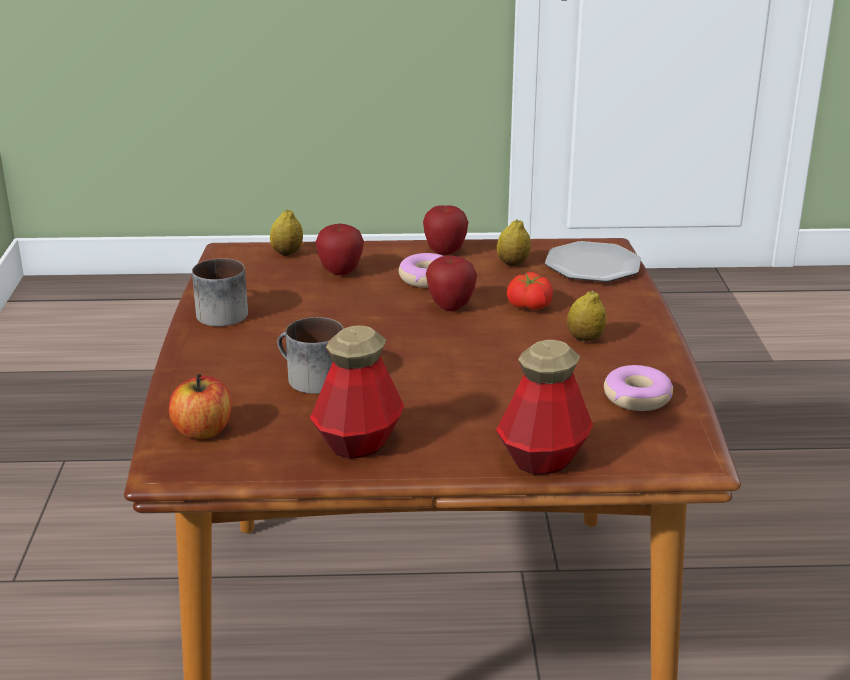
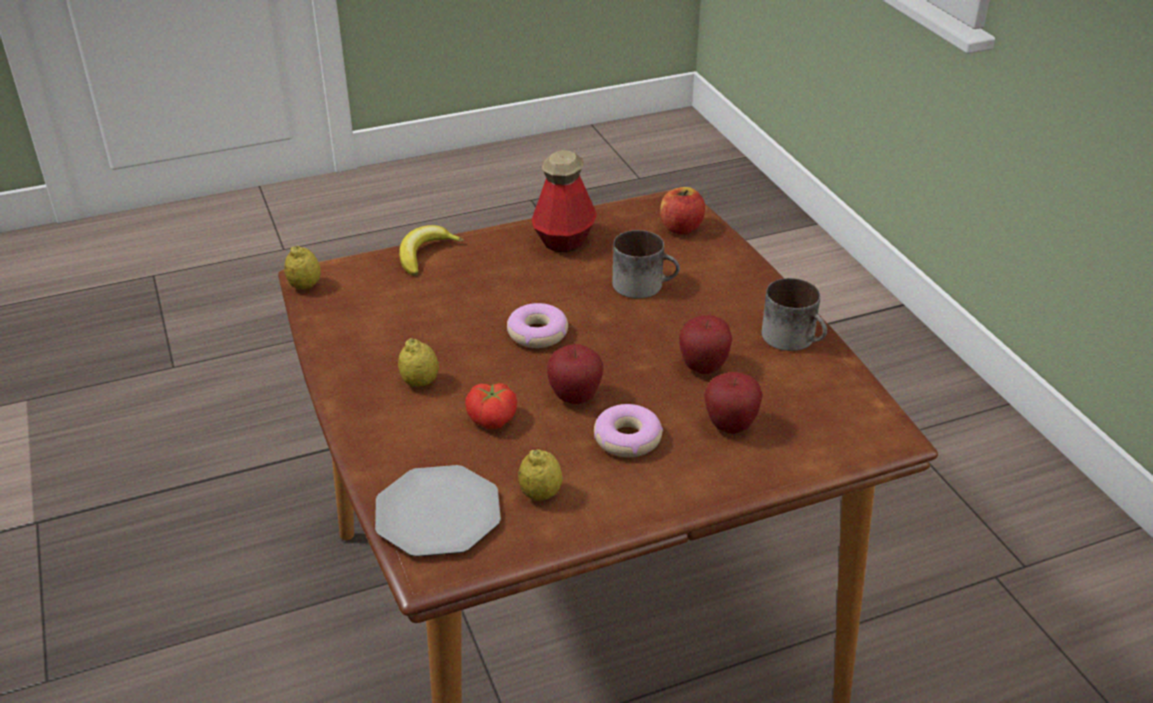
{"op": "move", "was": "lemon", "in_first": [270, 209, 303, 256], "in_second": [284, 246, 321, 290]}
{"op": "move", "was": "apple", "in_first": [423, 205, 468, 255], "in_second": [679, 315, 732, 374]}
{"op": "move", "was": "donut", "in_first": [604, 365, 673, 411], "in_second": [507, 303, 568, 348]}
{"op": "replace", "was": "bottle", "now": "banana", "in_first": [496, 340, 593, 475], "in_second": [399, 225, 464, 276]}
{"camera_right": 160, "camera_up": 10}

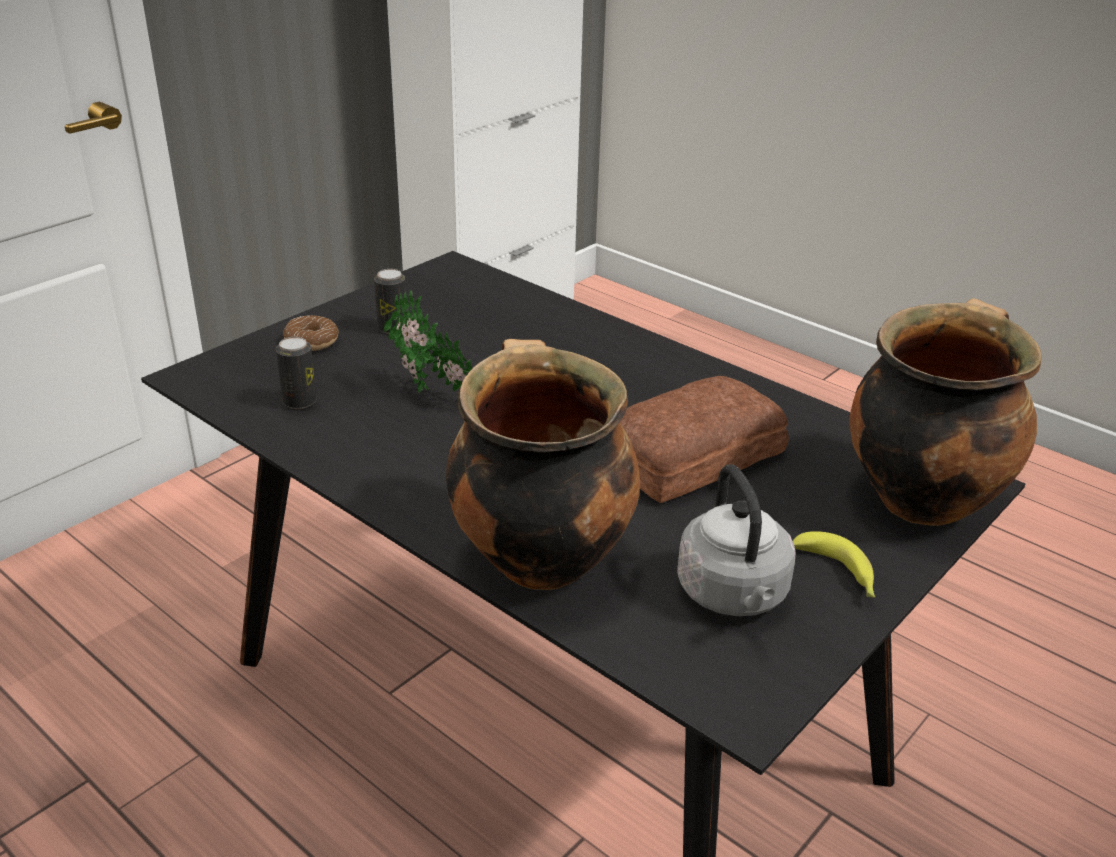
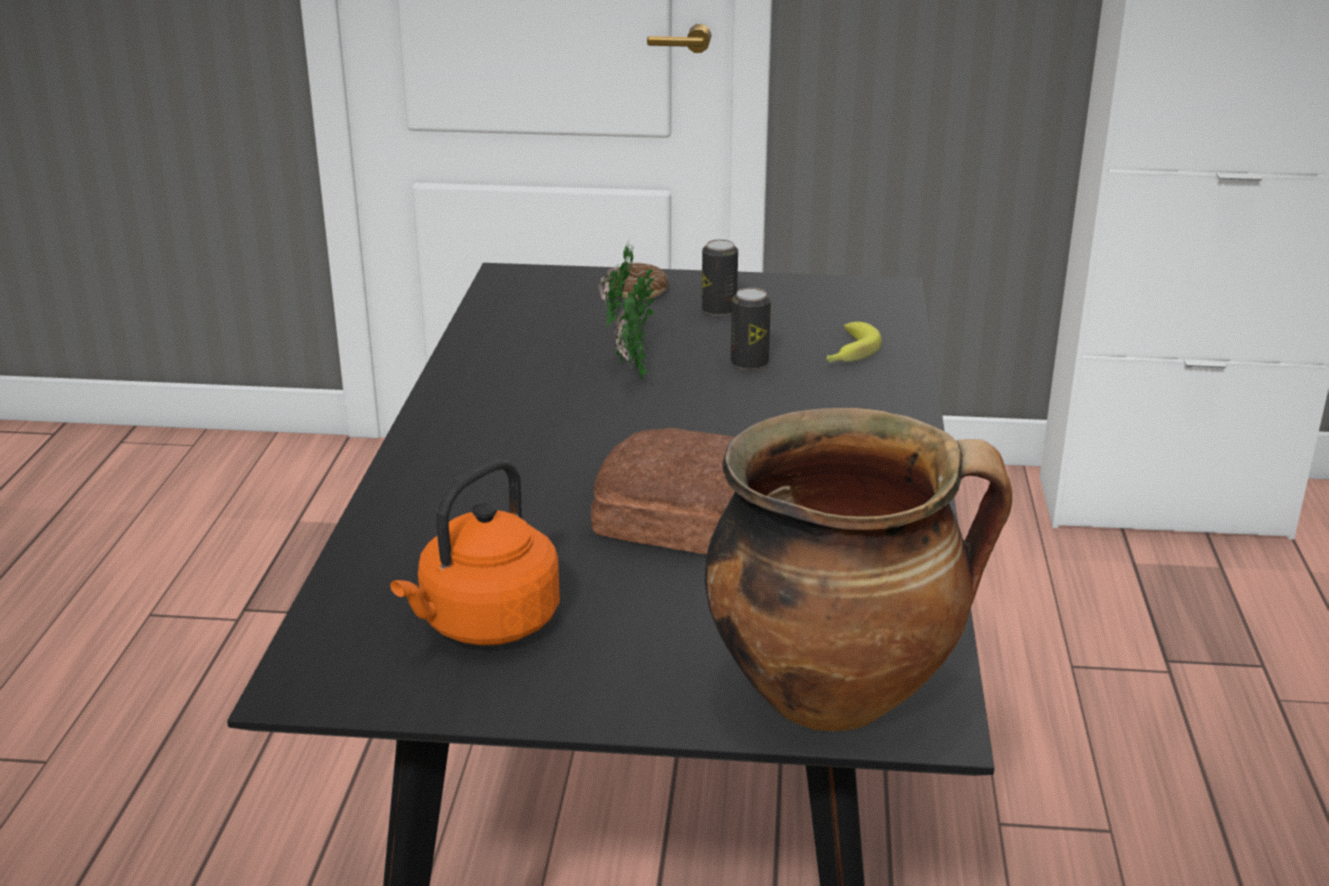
{"op": "delete", "was": "cooking pot", "in_first": [446, 339, 640, 590]}
{"op": "move", "was": "can", "in_first": [276, 337, 317, 409], "in_second": [731, 288, 771, 370]}
{"op": "move", "was": "banana", "in_first": [793, 531, 875, 598], "in_second": [826, 322, 882, 362]}
{"op": "recolor", "was": "kettle (grey)", "now": "kettle (orange)", "in_first": [677, 464, 796, 616], "in_second": [390, 459, 560, 646]}
{"camera_right": 55, "camera_up": -5}

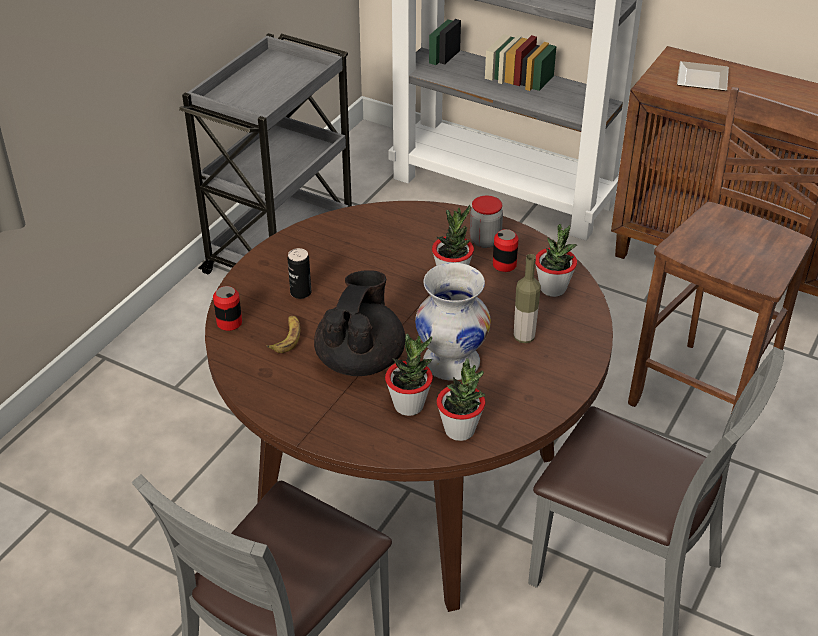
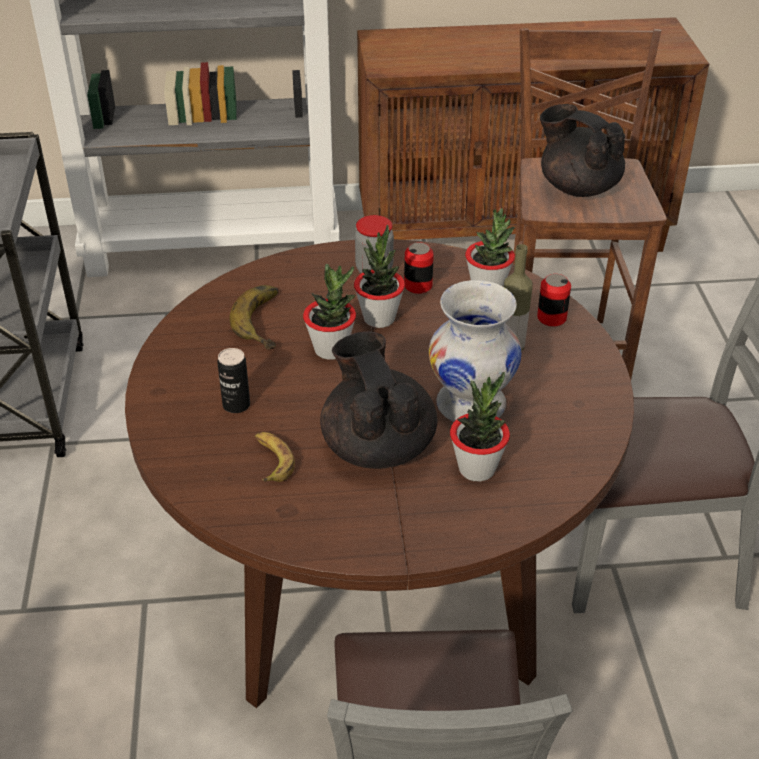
{"op": "delete", "was": "plate", "in_first": [677, 61, 729, 91]}
{"op": "insert", "now": "banana", "in_second": [229, 285, 278, 350]}
{"op": "insert", "now": "teapot (black)", "in_second": [540, 104, 625, 197]}
{"op": "move", "was": "can", "in_first": [213, 286, 242, 331], "in_second": [537, 274, 571, 327]}
{"op": "move", "was": "potted plant", "in_first": [437, 358, 486, 441], "in_second": [303, 264, 356, 360]}
{"camera_right": -35, "camera_up": 0}

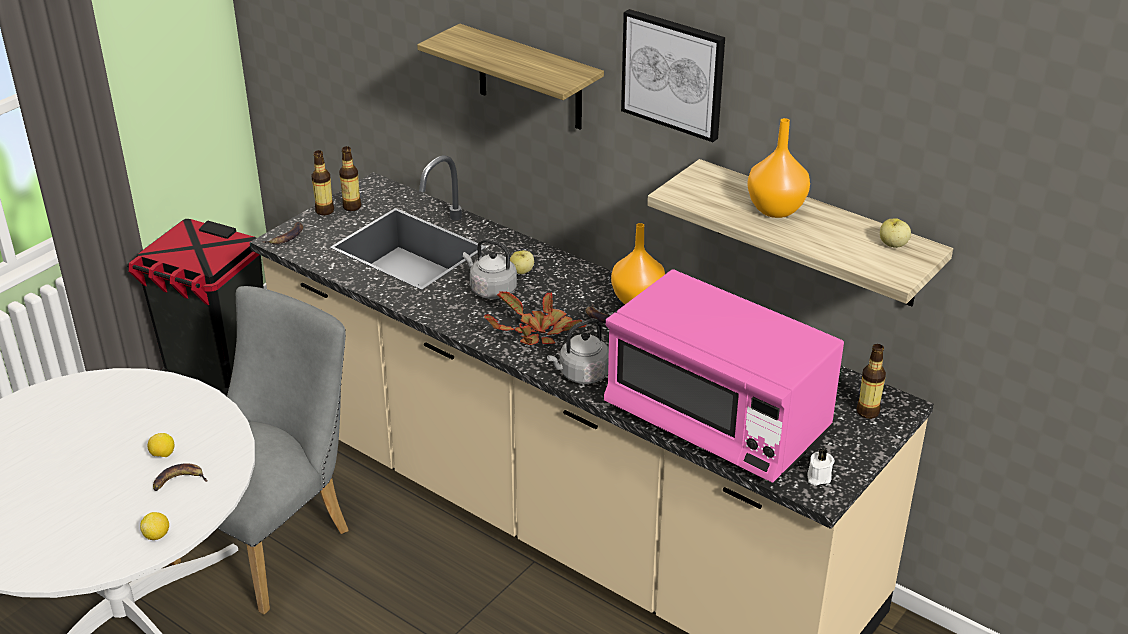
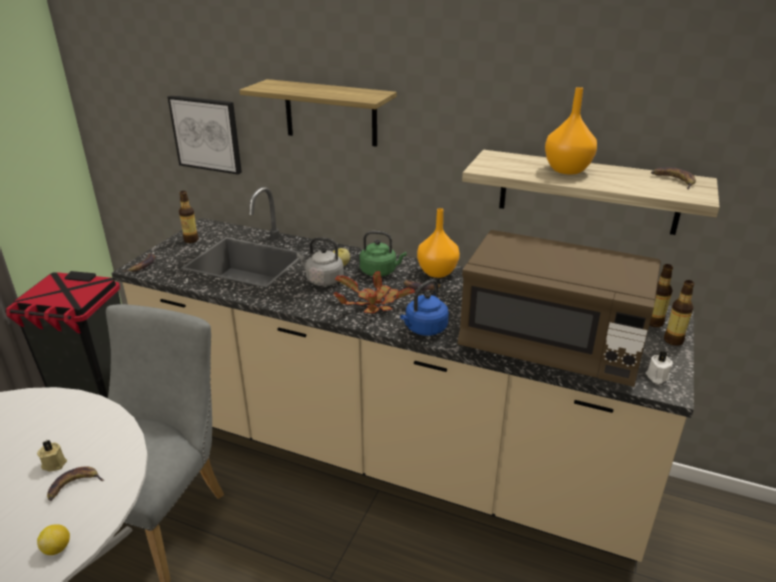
{"op": "insert", "now": "kettle (green)", "in_second": [360, 231, 407, 277]}
{"op": "move", "was": "bottle", "in_first": [312, 150, 334, 215], "in_second": [664, 280, 695, 346]}
{"op": "move", "was": "picture", "in_first": [621, 9, 725, 142], "in_second": [168, 95, 242, 175]}
{"op": "replace", "was": "lemon", "now": "candle (beige)", "in_first": [147, 433, 174, 457], "in_second": [37, 440, 67, 472]}
{"op": "replace", "was": "apple", "now": "banana", "in_first": [880, 218, 911, 248], "in_second": [651, 167, 696, 190]}
{"op": "recolor", "was": "kettle (grey)", "now": "kettle (blue)", "in_first": [547, 318, 609, 384], "in_second": [400, 279, 449, 336]}
{"op": "recolor", "was": "microwave (pink)", "now": "microwave (brown)", "in_first": [604, 269, 844, 483], "in_second": [458, 230, 661, 387]}
{"camera_right": -15, "camera_up": -5}

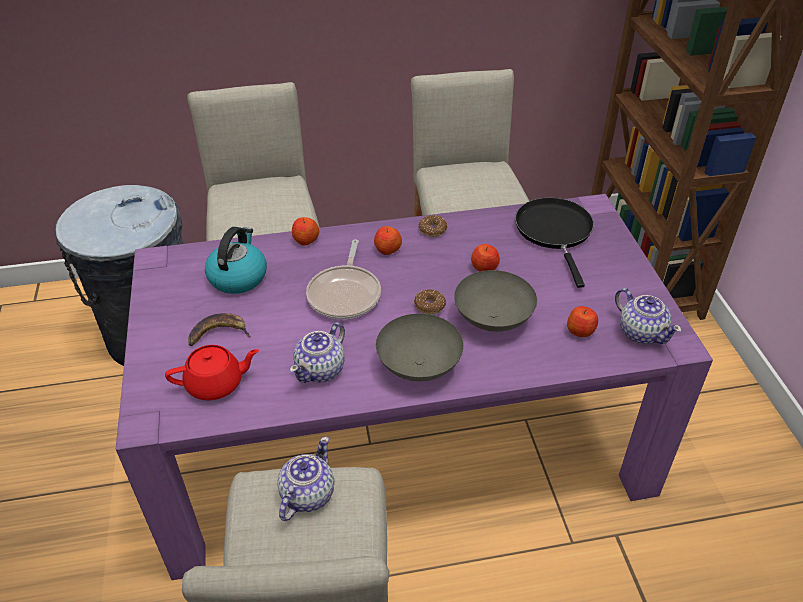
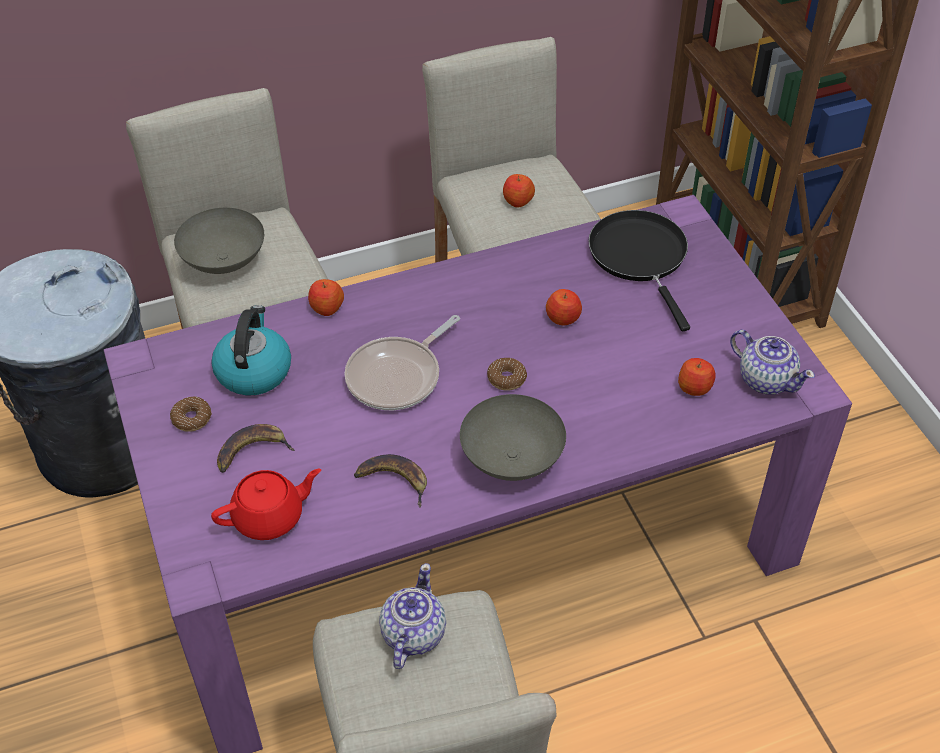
{"op": "move", "was": "apple", "in_first": [374, 226, 402, 255], "in_second": [503, 174, 535, 208]}
{"op": "move", "was": "donut", "in_first": [419, 215, 447, 237], "in_second": [170, 396, 212, 432]}
{"op": "move", "was": "bowl (grey)", "in_first": [454, 270, 537, 332], "in_second": [174, 207, 264, 274]}
{"op": "replace", "was": "teapot", "now": "banana", "in_first": [290, 322, 345, 383], "in_second": [354, 454, 427, 507]}
{"op": "rotate", "was": "frying pan", "in_first": [306, 239, 381, 319], "in_second": [344, 315, 460, 410], "clockwise": 45}
{"camera_right": -10, "camera_up": 5}

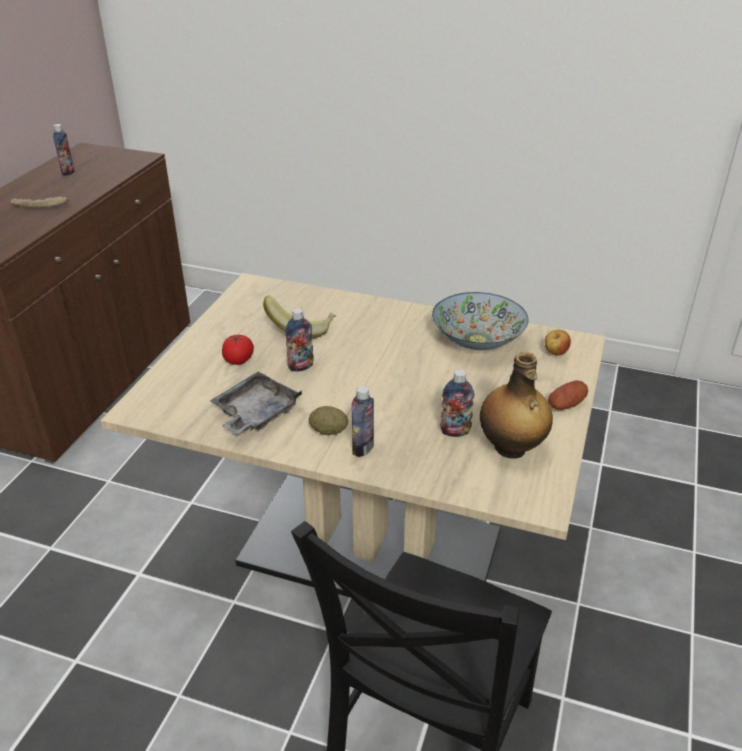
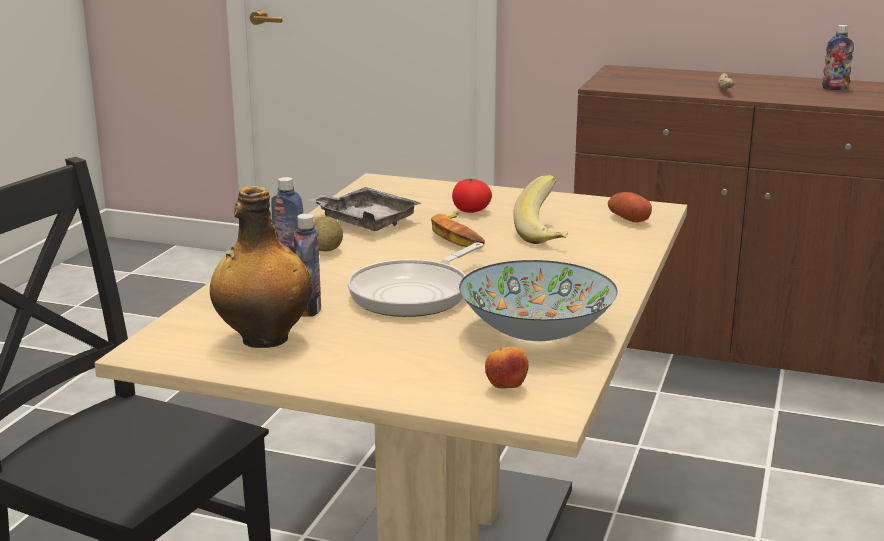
{"op": "insert", "now": "frying pan", "in_second": [347, 243, 484, 317]}
{"op": "move", "was": "potato", "in_first": [548, 380, 588, 410], "in_second": [608, 192, 652, 222]}
{"op": "replace", "was": "bottle", "now": "banana", "in_first": [285, 308, 314, 372], "in_second": [431, 212, 485, 247]}
{"camera_right": 90, "camera_up": -15}

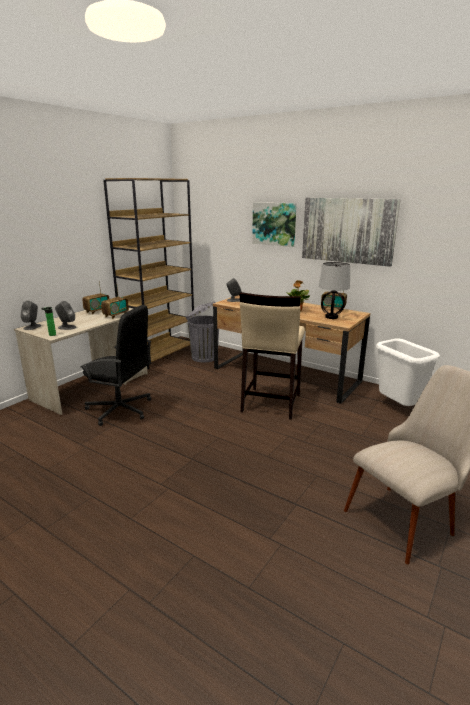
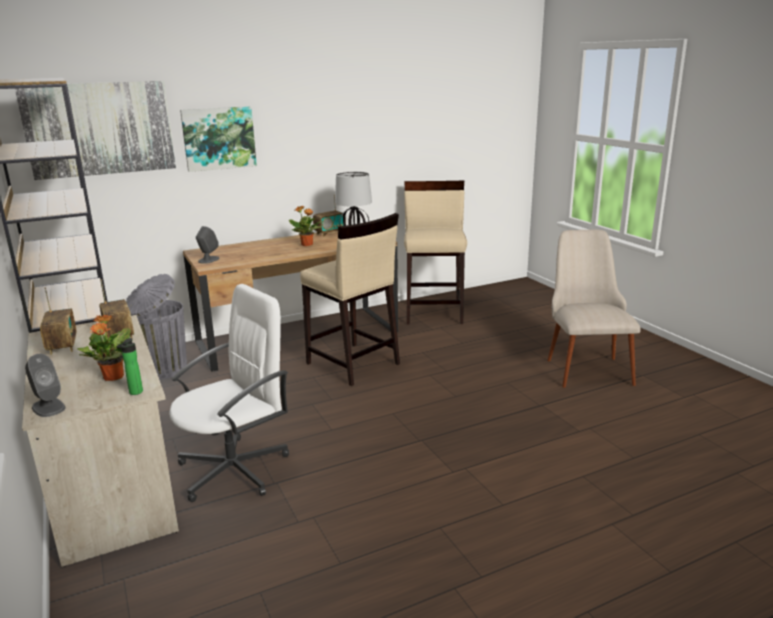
{"op": "move", "was": "picture", "in_first": [302, 198, 401, 267], "in_second": [15, 81, 176, 180]}
{"op": "replace", "was": "speaker (grey)", "now": "potted plant", "in_first": [55, 301, 76, 330], "in_second": [77, 315, 131, 381]}
{"op": "replace", "was": "trash can (white)", "now": "stool (beige)", "in_first": [376, 338, 440, 406], "in_second": [404, 181, 467, 324]}
{"op": "recolor", "was": "office chair (black)", "now": "office chair (white)", "in_first": [81, 305, 151, 426], "in_second": [169, 284, 289, 502]}
{"camera_right": -60, "camera_up": 0}

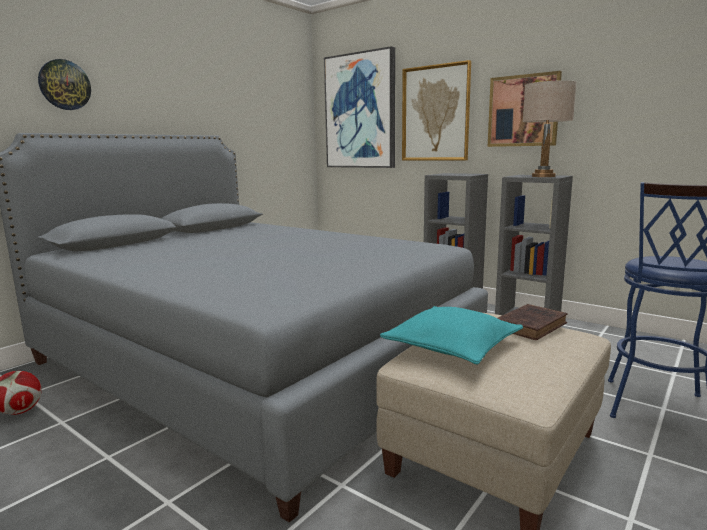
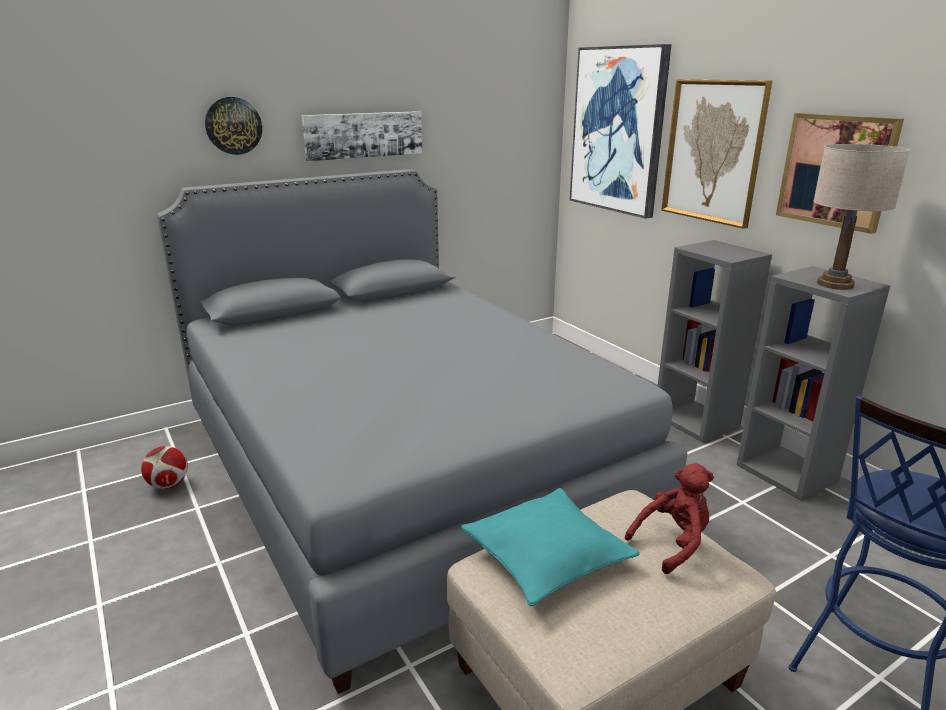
{"op": "insert", "now": "picture", "in_second": [302, 111, 422, 161]}
{"op": "replace", "was": "book (brown)", "now": "plush toy (red)", "in_first": [498, 304, 568, 340], "in_second": [625, 463, 714, 574]}
{"camera_right": 20, "camera_up": 10}

